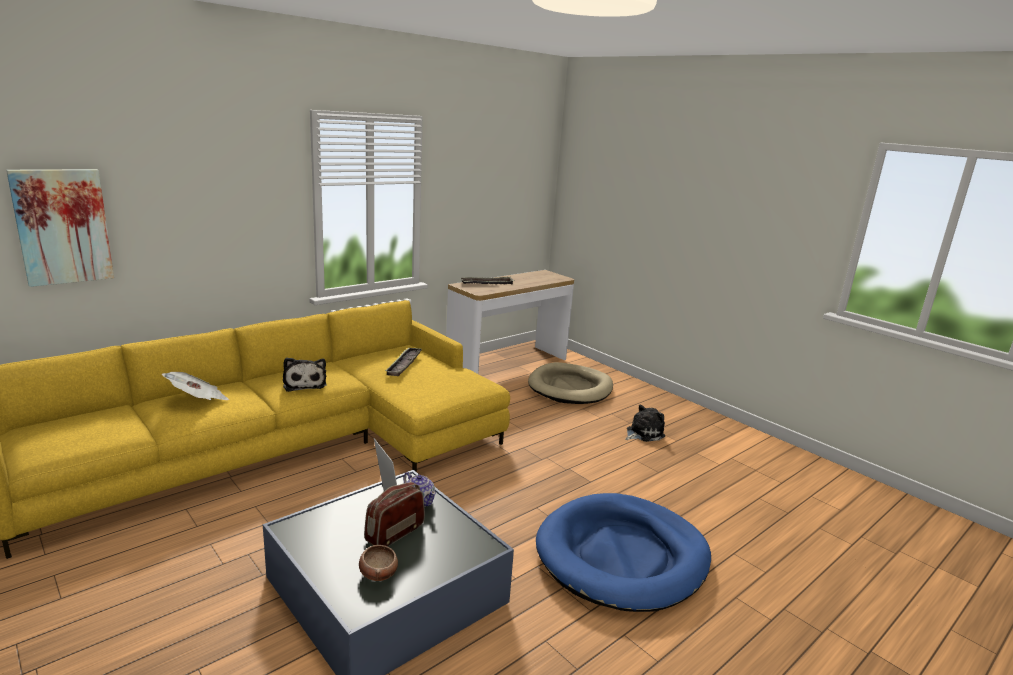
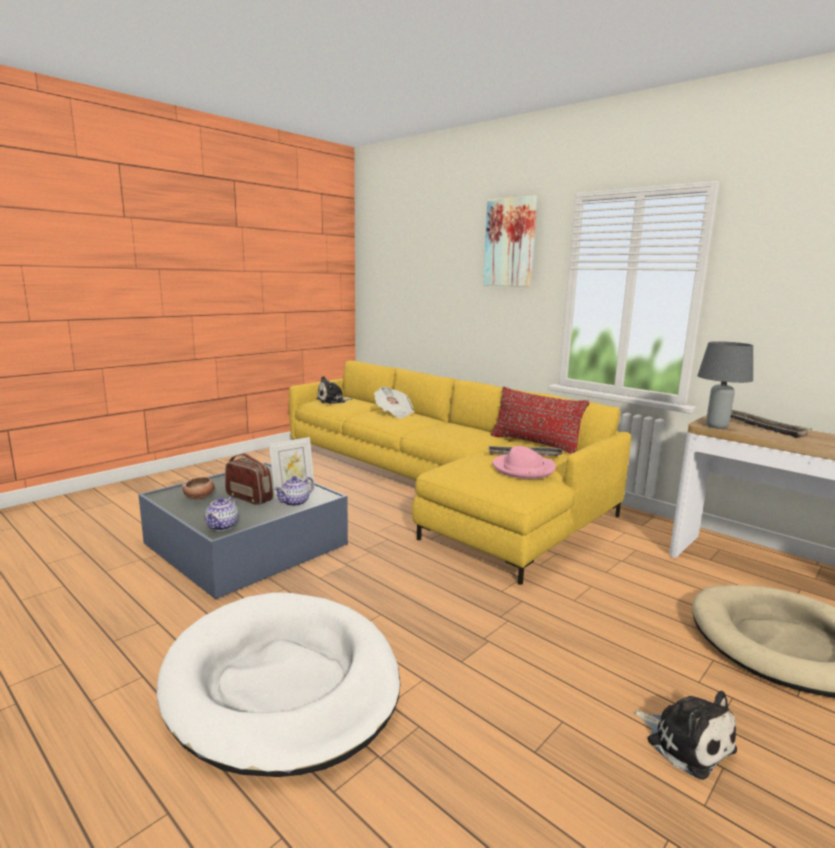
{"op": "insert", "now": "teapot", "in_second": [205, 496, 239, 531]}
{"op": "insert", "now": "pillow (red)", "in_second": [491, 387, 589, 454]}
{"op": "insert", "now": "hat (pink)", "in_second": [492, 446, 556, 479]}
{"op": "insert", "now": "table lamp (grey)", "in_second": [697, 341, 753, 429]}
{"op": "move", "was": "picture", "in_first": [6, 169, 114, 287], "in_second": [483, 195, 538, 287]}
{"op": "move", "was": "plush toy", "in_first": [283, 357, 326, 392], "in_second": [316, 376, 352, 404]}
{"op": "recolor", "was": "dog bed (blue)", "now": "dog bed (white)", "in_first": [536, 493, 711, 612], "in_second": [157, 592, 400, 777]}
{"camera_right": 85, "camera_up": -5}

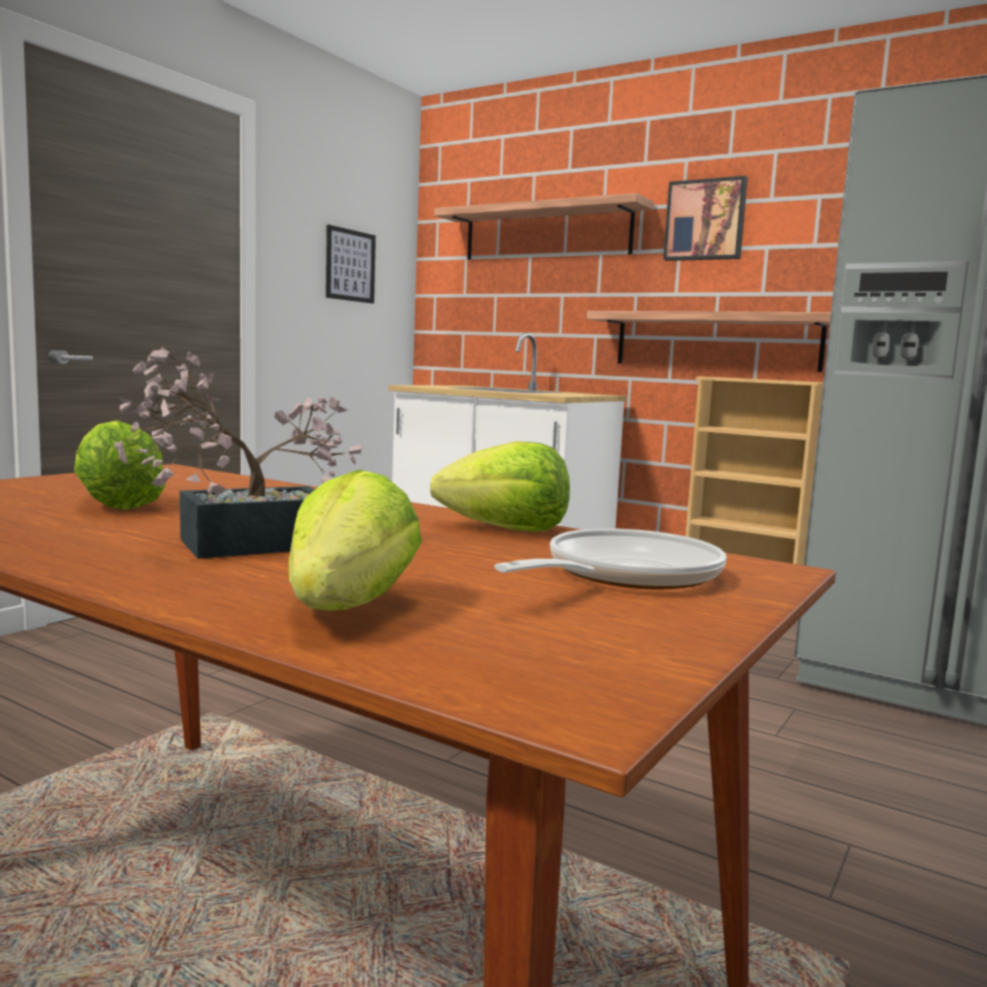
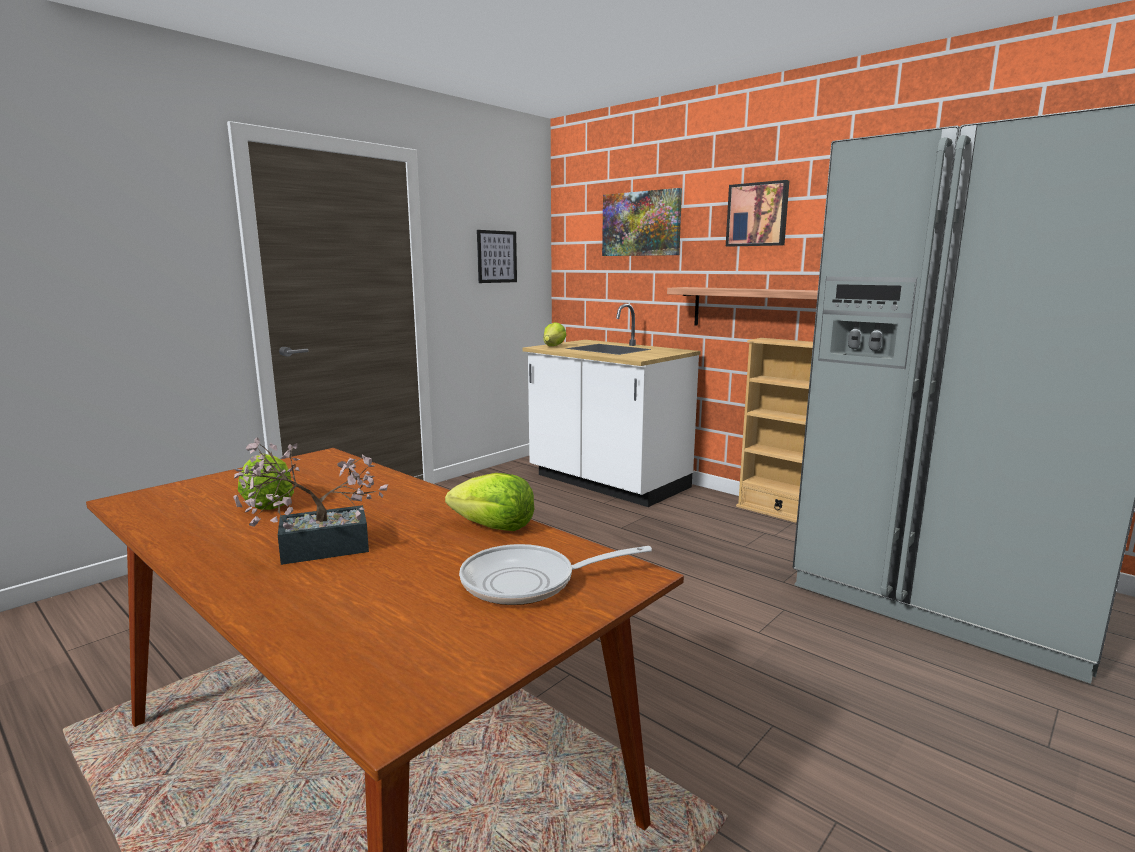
{"op": "move", "was": "lettuce", "in_first": [289, 470, 422, 611], "in_second": [543, 322, 567, 346]}
{"op": "replace", "was": "shelf", "now": "picture", "in_first": [434, 193, 654, 260], "in_second": [602, 188, 682, 256]}
{"op": "rotate", "was": "frying pan", "in_first": [494, 528, 727, 589], "in_second": [459, 544, 652, 605], "clockwise": -150}
{"camera_right": 10, "camera_up": 5}

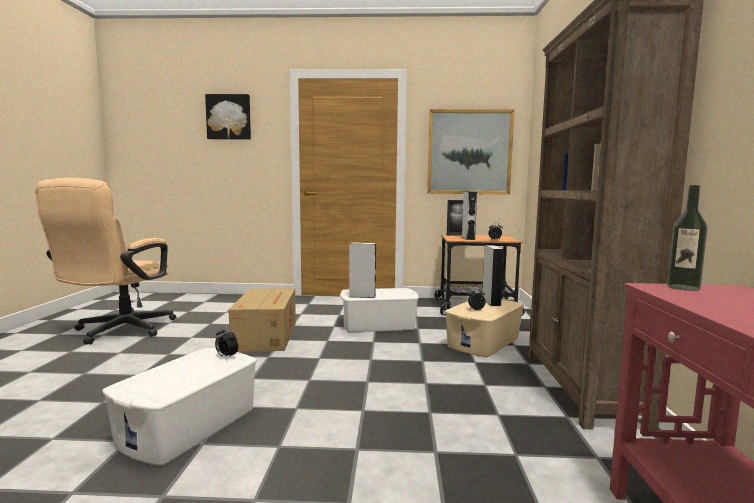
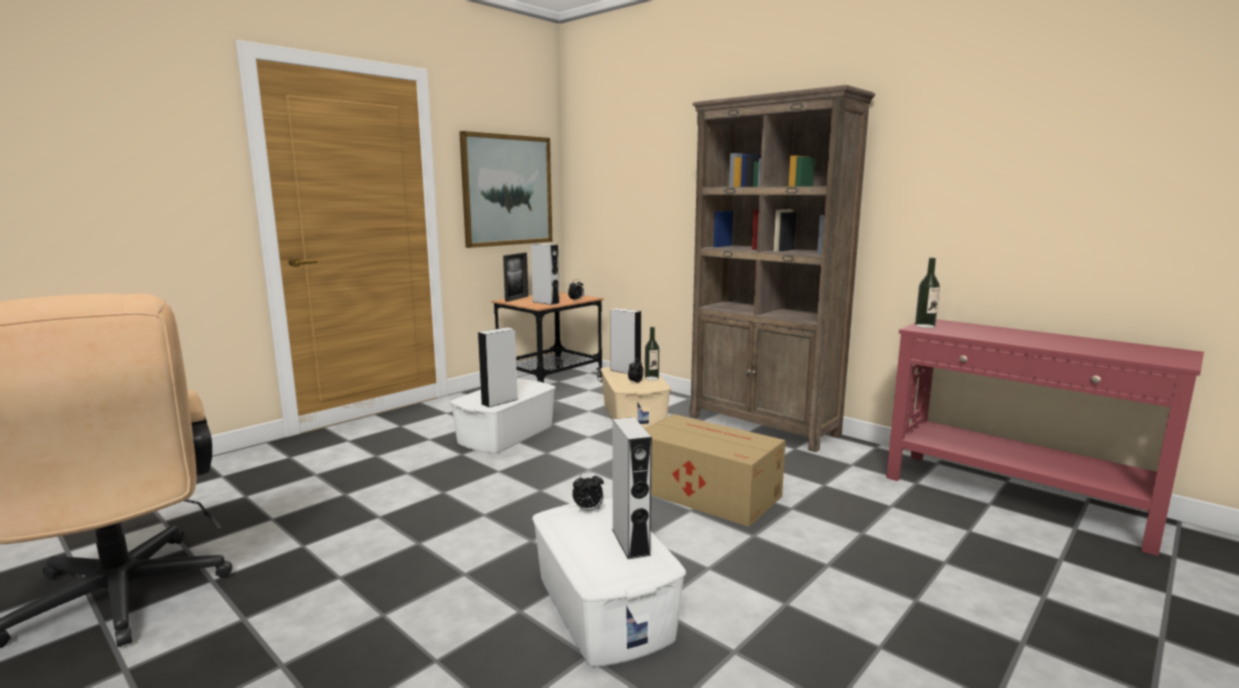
{"op": "delete", "was": "picture", "in_first": [205, 94, 251, 140]}
{"op": "insert", "now": "speaker (grey)", "in_second": [612, 417, 652, 559]}
{"op": "insert", "now": "bottle", "in_second": [645, 327, 659, 381]}
{"op": "move", "was": "cardboard box", "in_first": [229, 288, 296, 352], "in_second": [645, 414, 786, 527]}
{"camera_right": -50, "camera_up": 5}

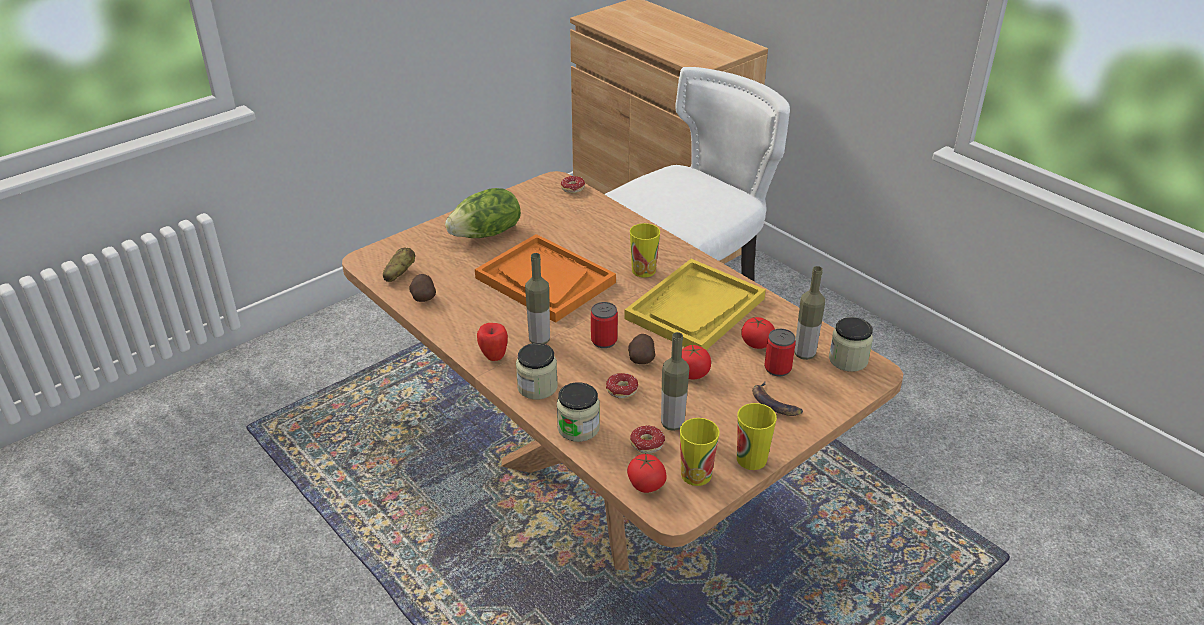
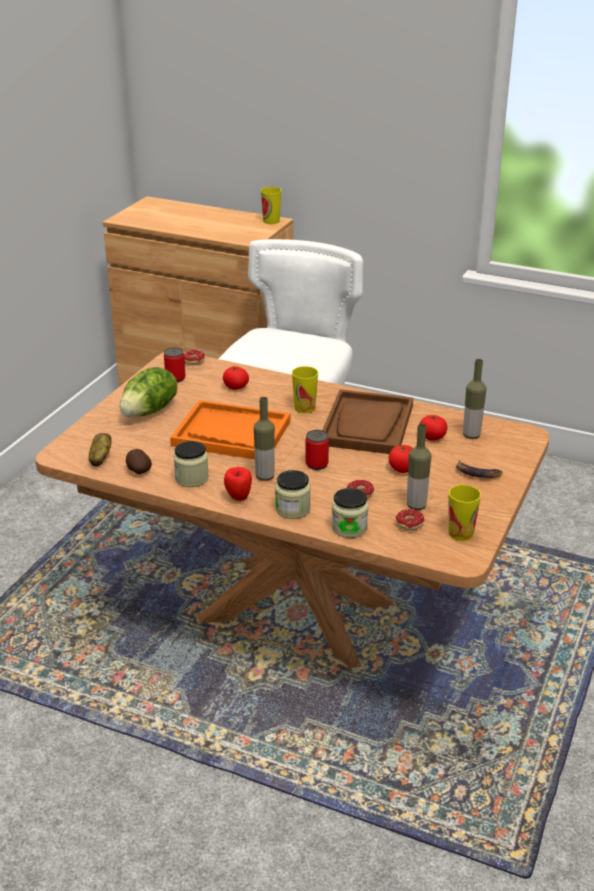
{"op": "delete", "was": "potato", "in_first": [628, 334, 655, 364]}
{"op": "move", "was": "tomato", "in_first": [627, 454, 667, 493], "in_second": [223, 366, 249, 390]}
{"op": "move", "was": "cup", "in_first": [737, 403, 777, 470], "in_second": [261, 187, 281, 224]}
{"op": "move", "was": "can", "in_first": [764, 329, 796, 377], "in_second": [164, 347, 185, 382]}
{"op": "move", "was": "jar", "in_first": [829, 317, 873, 372], "in_second": [173, 441, 209, 487]}
{"op": "recolor", "was": "tray (yellow)", "now": "tray (brown)", "in_first": [624, 259, 766, 350], "in_second": [323, 389, 413, 454]}
{"camera_right": -25, "camera_up": -5}

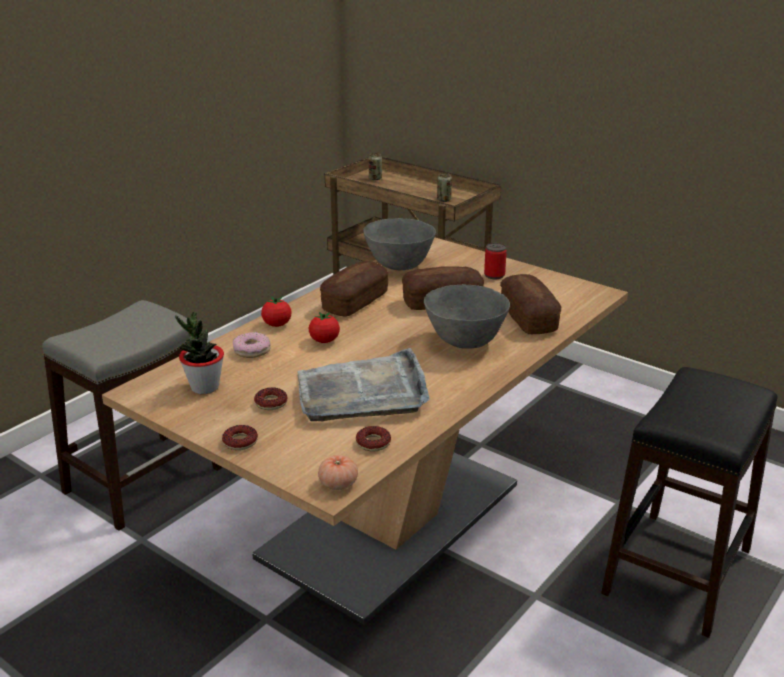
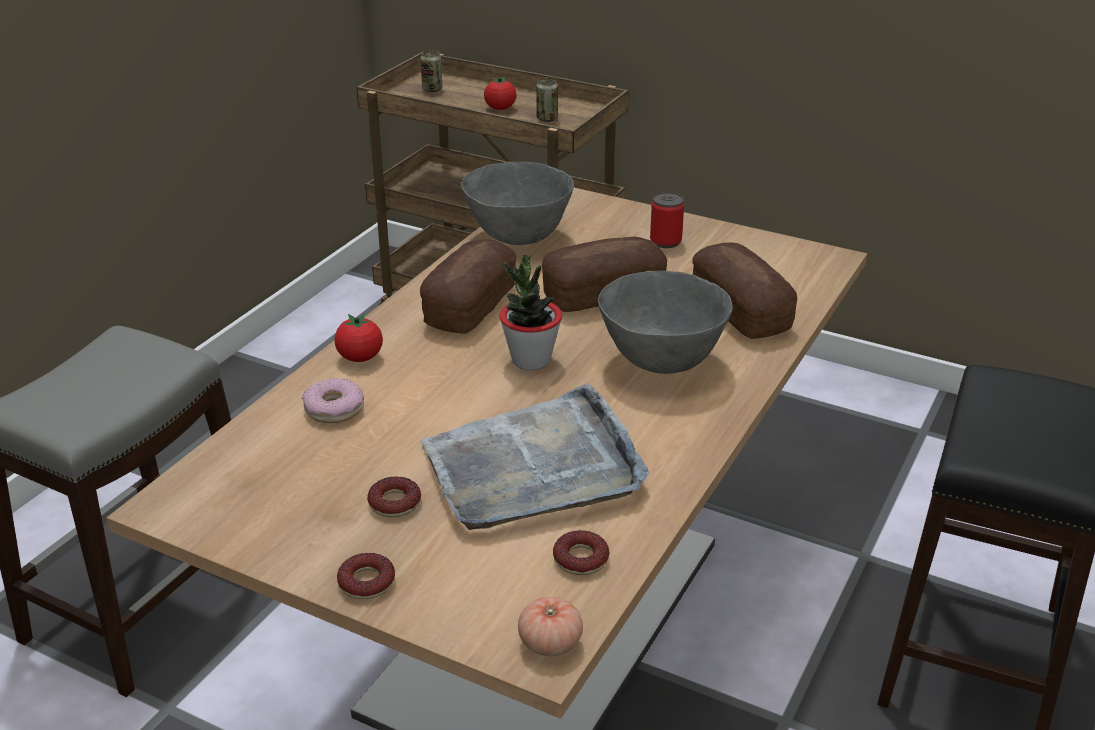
{"op": "move", "was": "potted plant", "in_first": [175, 312, 224, 394], "in_second": [499, 255, 562, 370]}
{"op": "move", "was": "tomato", "in_first": [309, 312, 340, 343], "in_second": [484, 77, 517, 110]}
{"camera_right": -10, "camera_up": 5}

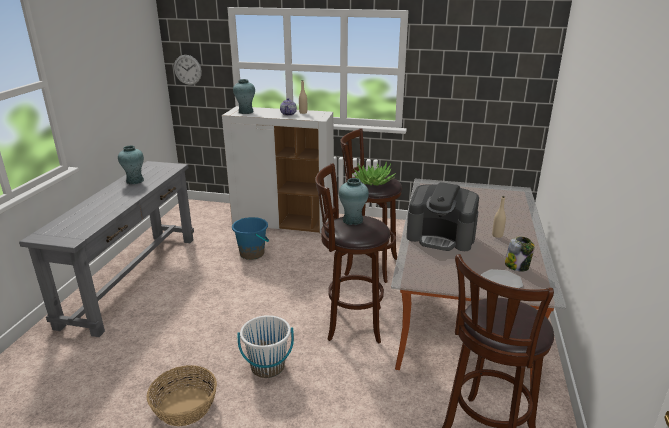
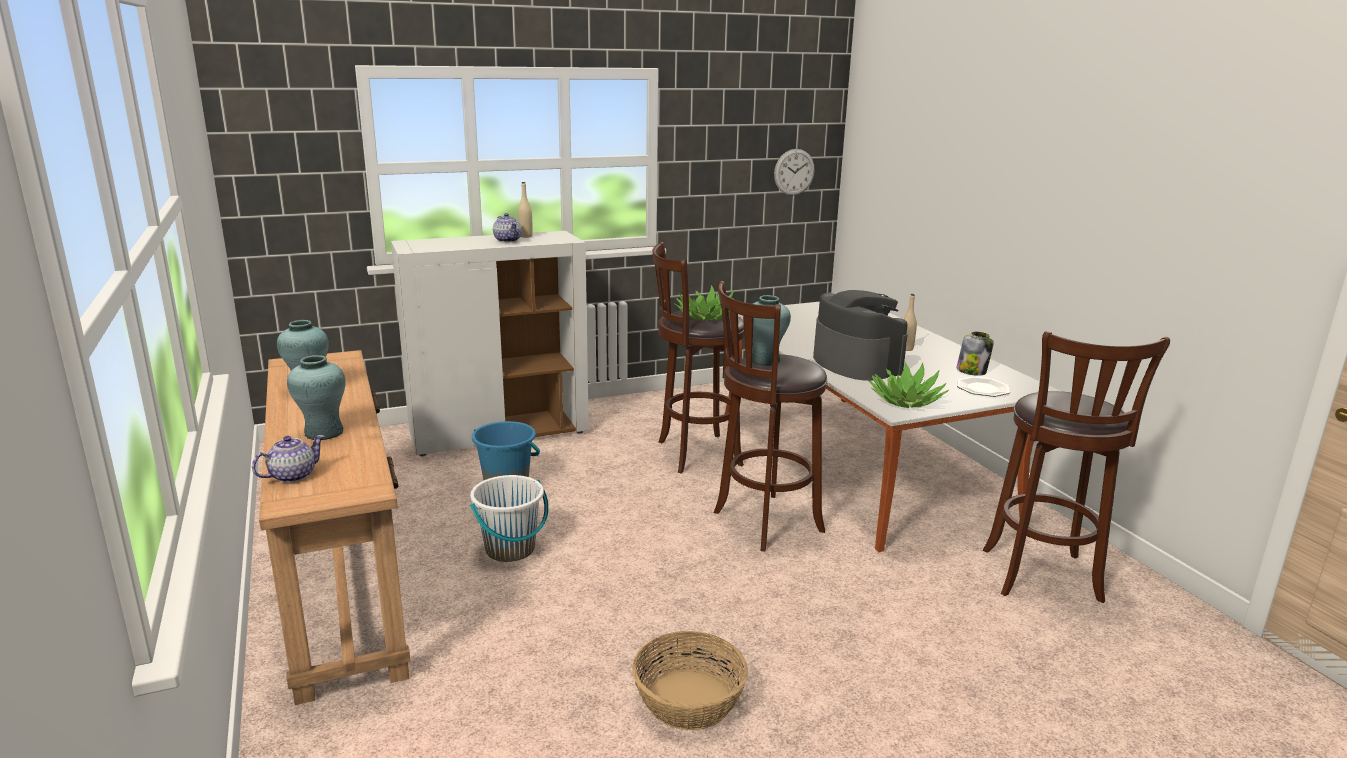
{"op": "insert", "now": "teapot", "in_second": [252, 435, 325, 483]}
{"op": "insert", "now": "potted plant", "in_second": [868, 362, 949, 408]}
{"op": "move", "was": "wall clock", "in_first": [174, 55, 202, 85], "in_second": [774, 149, 815, 195]}
{"op": "move", "was": "vase (turquoise)", "in_first": [233, 79, 255, 114], "in_second": [287, 355, 345, 440]}
{"op": "move", "was": "bucket (white)", "in_first": [237, 315, 294, 378], "in_second": [470, 475, 549, 562]}
{"op": "recolor", "was": "console table (grey)", "now": "console table (brown)", "in_first": [19, 161, 194, 337], "in_second": [259, 350, 410, 705]}
{"op": "rotate", "was": "coffee machine", "in_first": [406, 182, 479, 251], "in_second": [813, 290, 908, 381], "clockwise": -105}
{"camera_right": -35, "camera_up": -5}

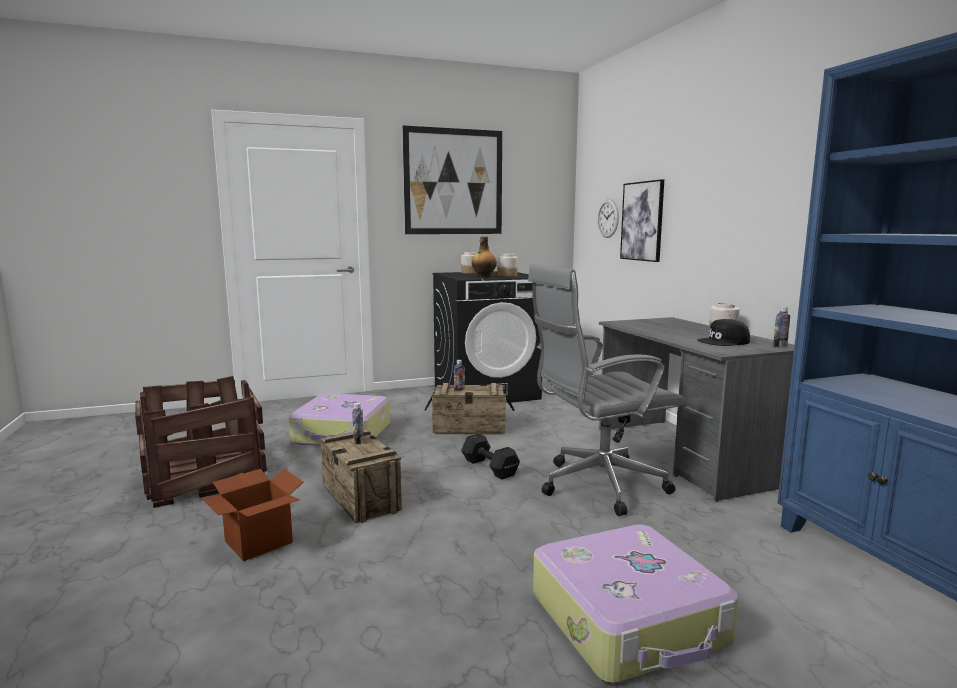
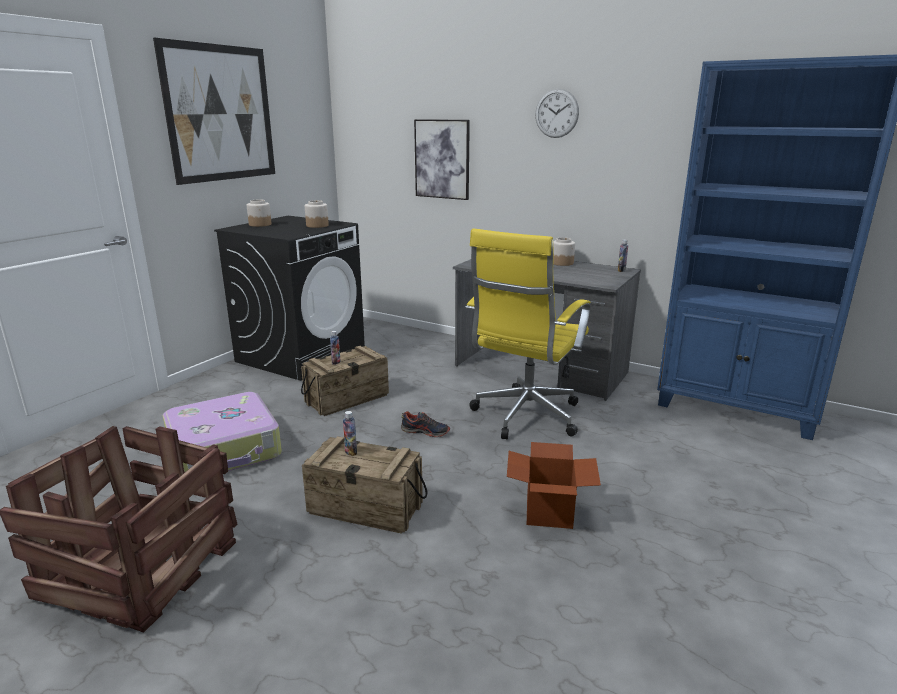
{"op": "delete", "was": "bottle", "in_first": [472, 236, 497, 278]}
{"op": "delete", "was": "suitcase", "in_first": [533, 524, 739, 683]}
{"op": "delete", "was": "cap (black)", "in_first": [697, 319, 750, 346]}
{"op": "move", "was": "cardboard box", "in_first": [201, 469, 304, 561], "in_second": [507, 442, 601, 529]}
{"op": "move", "was": "wall clock", "in_first": [598, 199, 619, 238], "in_second": [535, 89, 579, 138]}
{"op": "replace", "was": "dumbbell (black)", "now": "shoe", "in_first": [461, 433, 520, 480], "in_second": [401, 411, 450, 437]}
{"op": "recolor", "was": "office chair (grey)", "now": "office chair (yellow)", "in_first": [528, 264, 684, 516], "in_second": [465, 228, 591, 439]}
{"camera_right": -40, "camera_up": 10}

